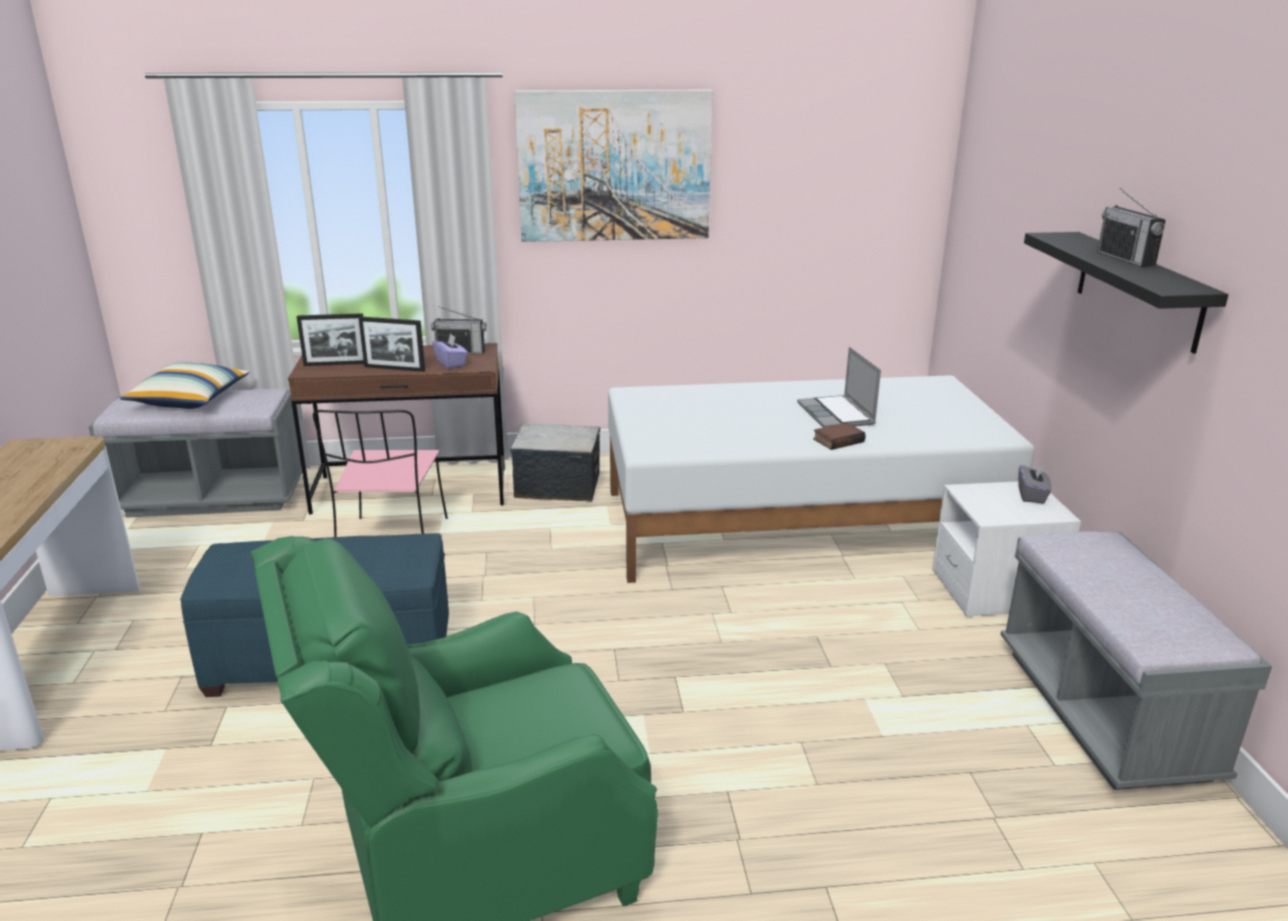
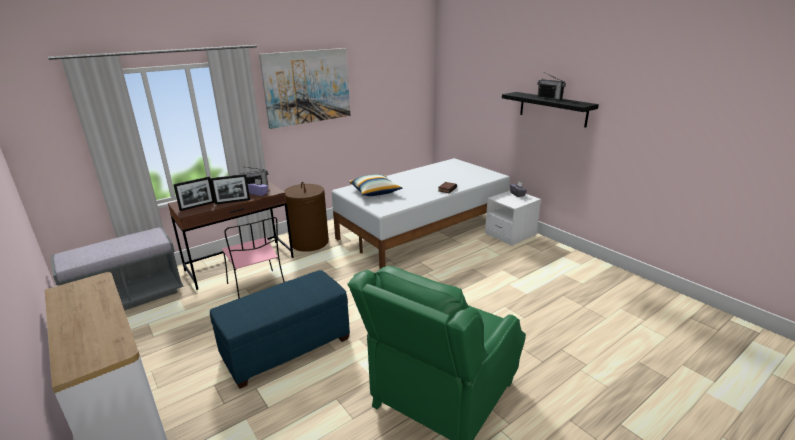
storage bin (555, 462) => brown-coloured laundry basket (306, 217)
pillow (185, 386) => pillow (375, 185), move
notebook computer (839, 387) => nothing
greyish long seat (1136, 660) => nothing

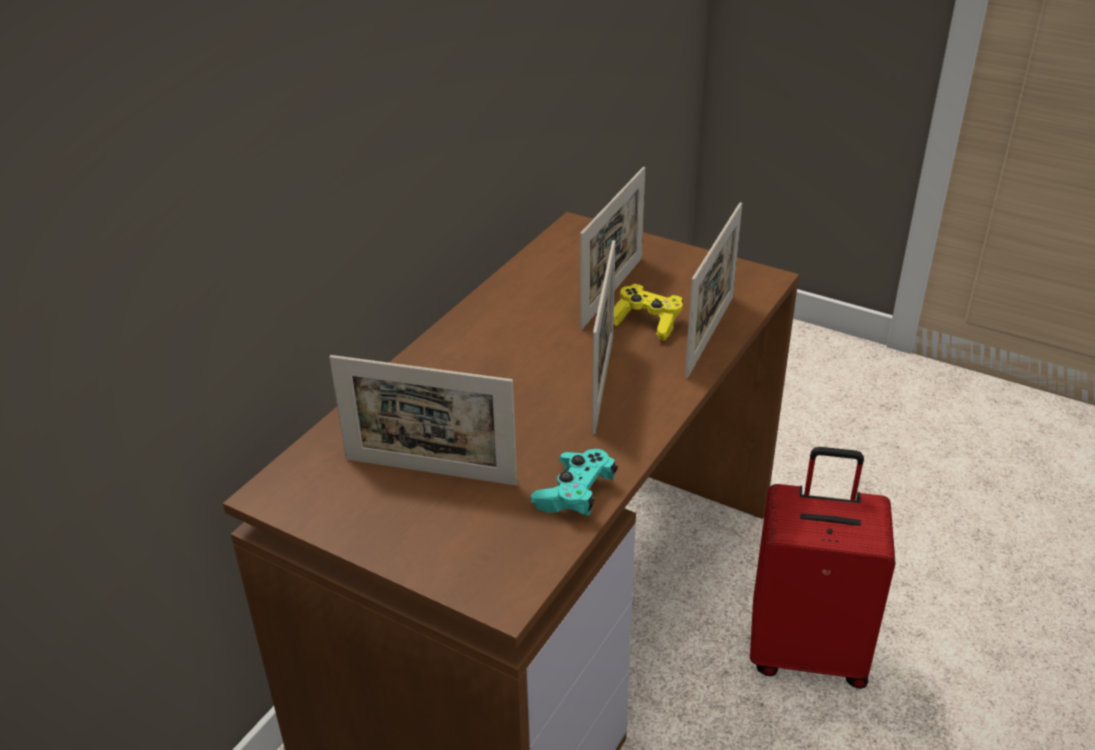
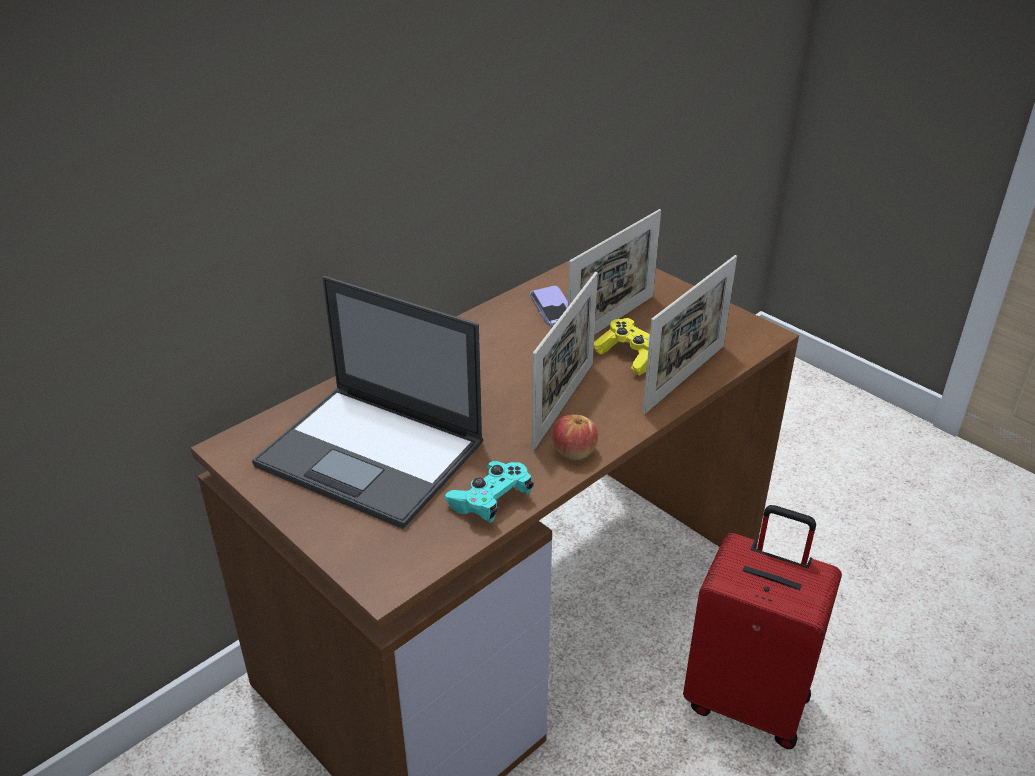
photo frame (423, 420) => notebook computer (367, 402)
nothing => phone (549, 306)
nothing => apple (575, 437)

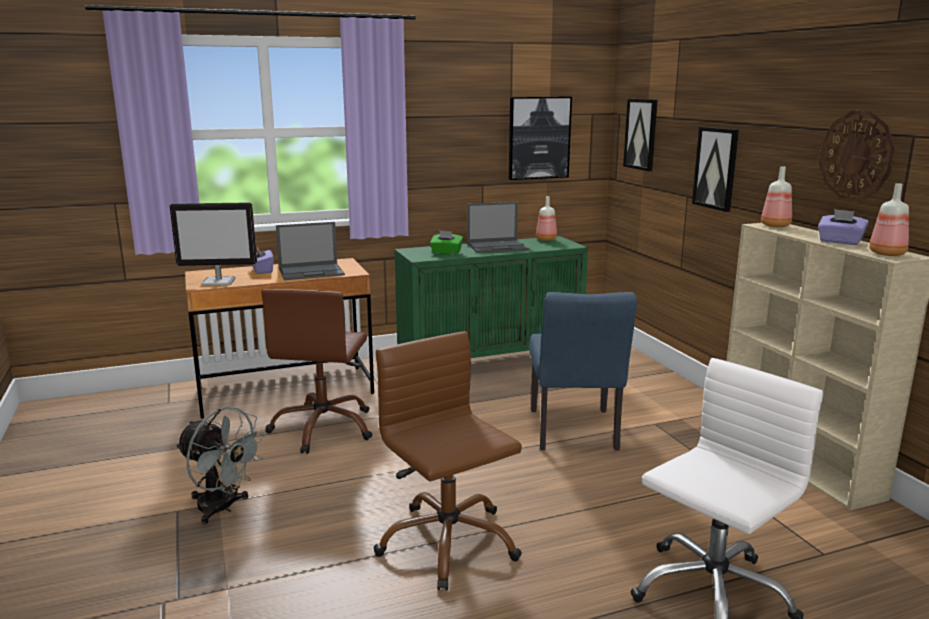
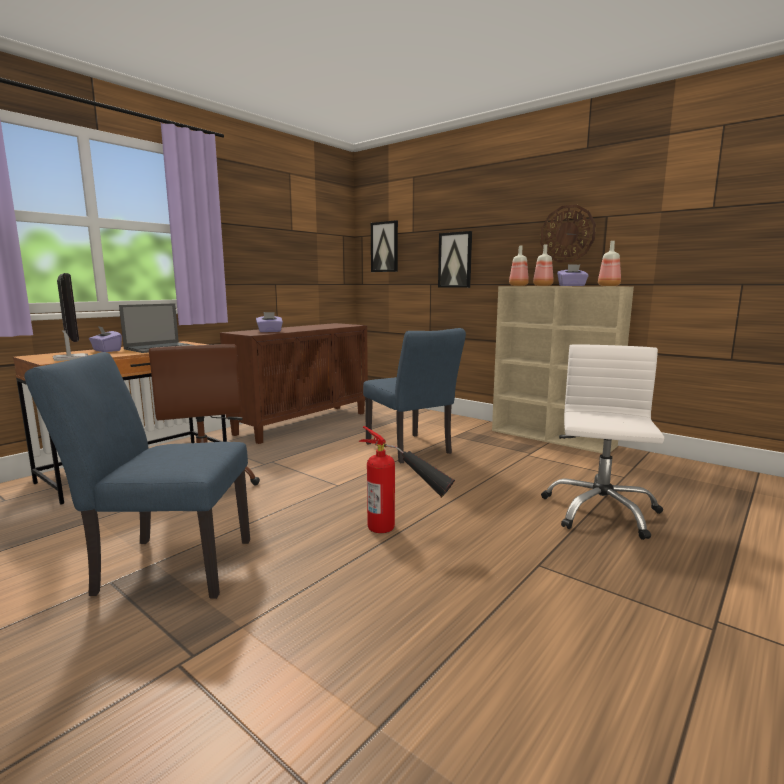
greyish cooling fan (221, 465) => blue upright chair (137, 475)
computer screen (213, 244) => computer screen (71, 317), 90 degrees counterclockwise
green cupboard (491, 297) => brown-coloured cupboard (294, 383)
green box of tissues (446, 242) => purple box of tissues (269, 322)
brown-coloured desk chair (448, 460) => fire extinguisher (407, 479)
bottle (546, 218) => bottle (543, 265), move
notebook computer (498, 227) => nothing
wall picture (540, 138) => nothing

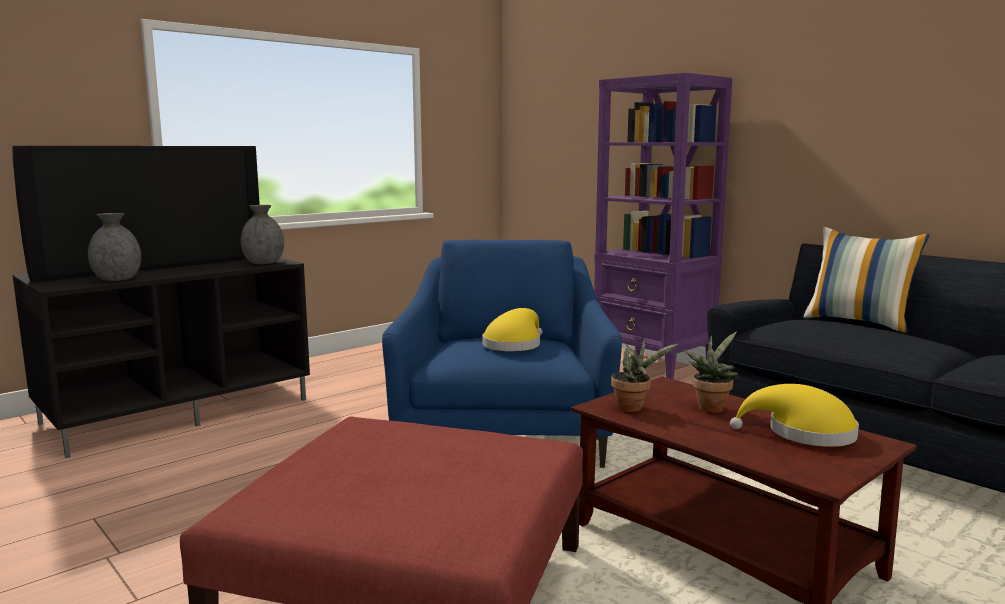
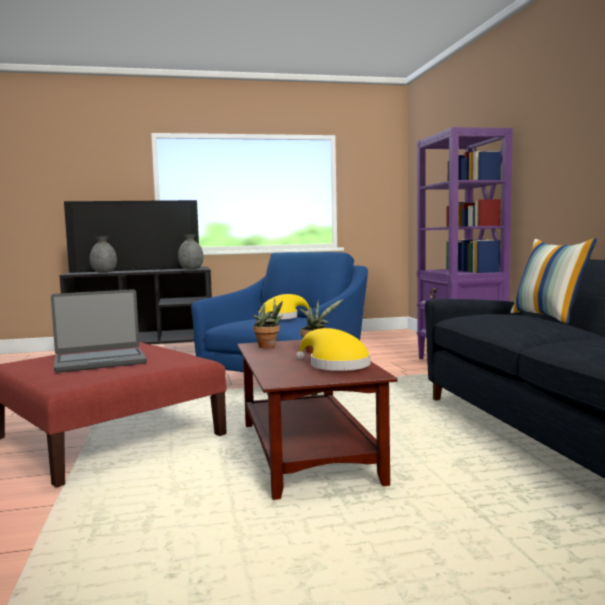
nothing => notebook computer (99, 331)

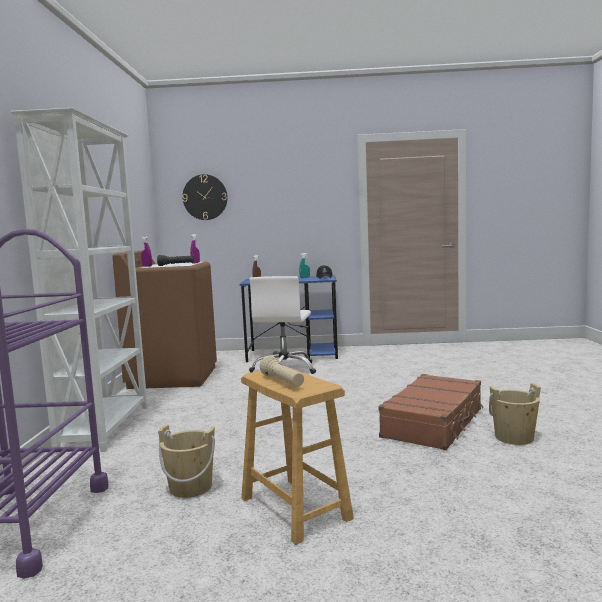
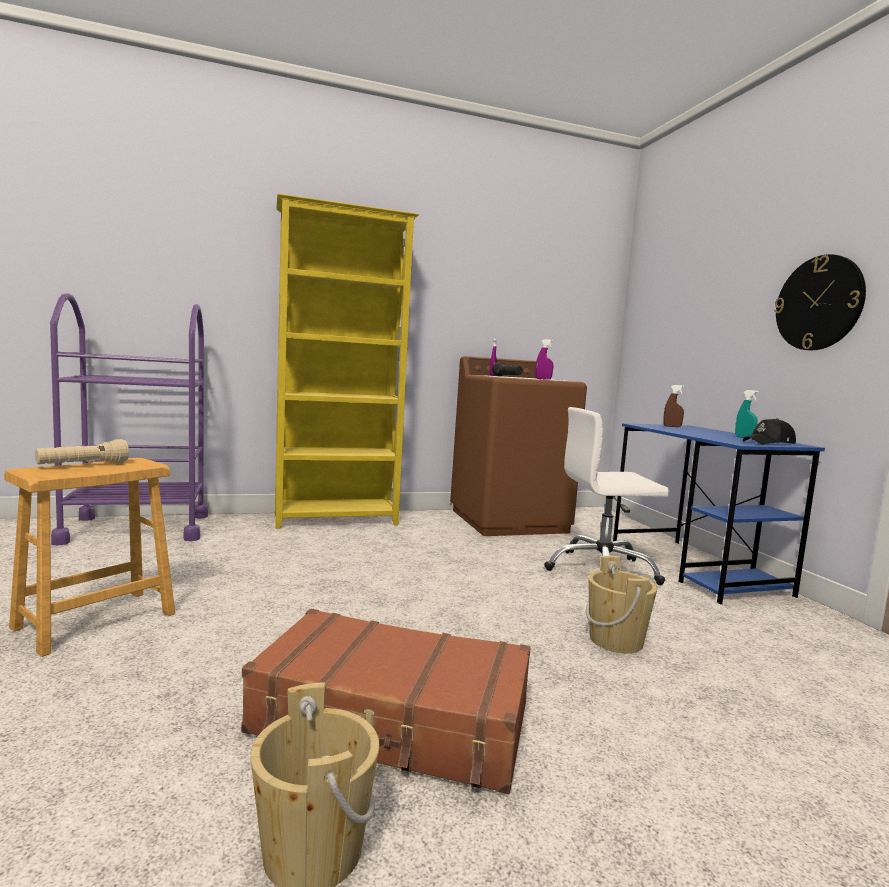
white-coloured bookcase (79, 280) => yellow-coloured bookcase (347, 361)
sand-coloured bucket (186, 461) => sand-coloured bucket (622, 604), move
hanging clock (205, 197) => hanging clock (820, 302), move

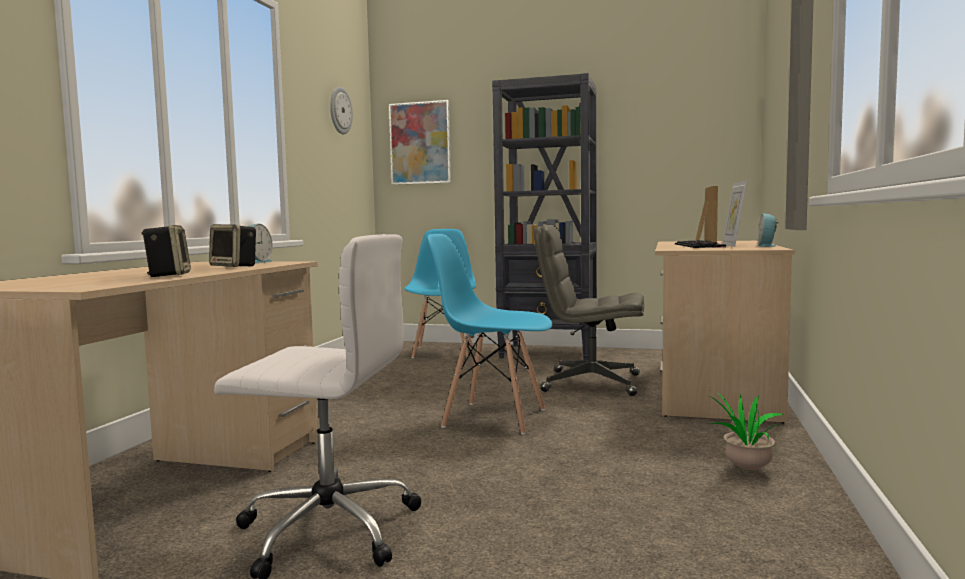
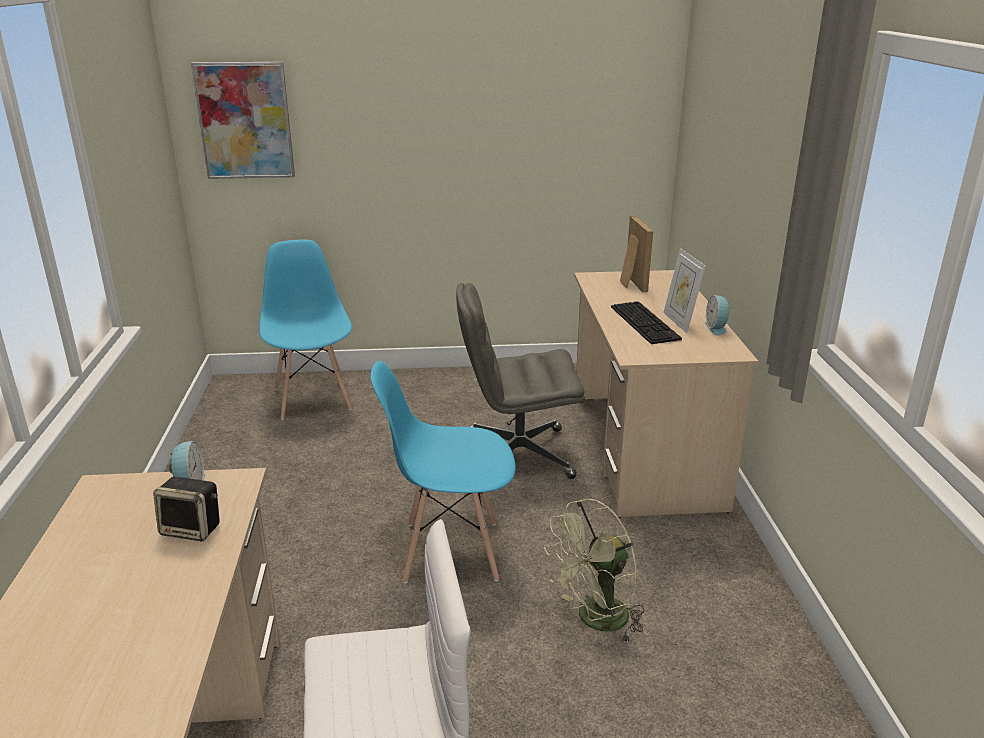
nothing => green cooling fan (594, 571)
audio speaker (166, 251) => nothing
hanging clock (341, 110) => nothing
black-coloured bookcase (544, 216) => nothing
houseplant (745, 431) => nothing

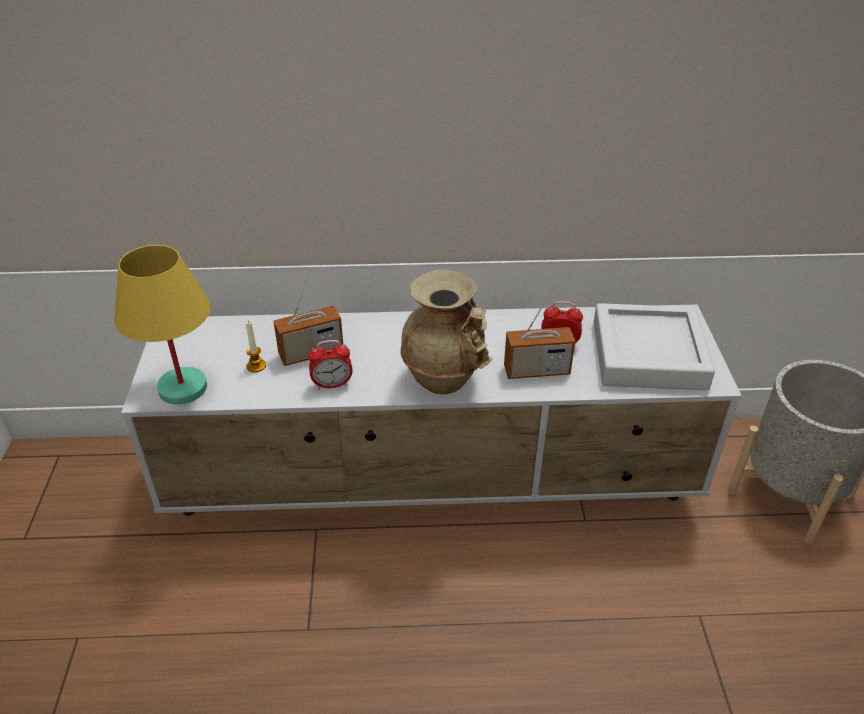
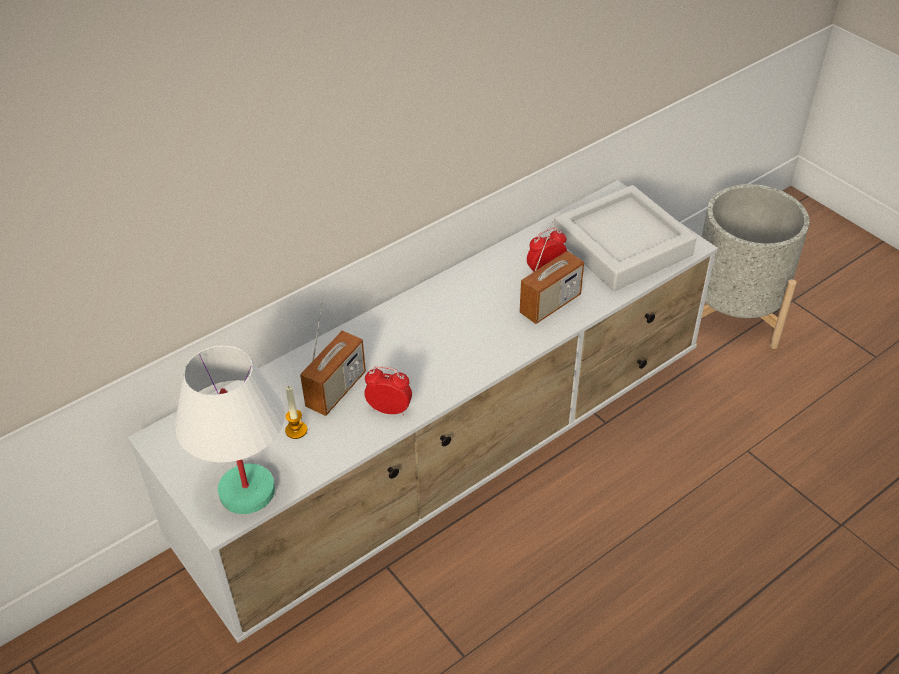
yellow-coloured tabletop lamp (162, 325) => white-coloured tabletop lamp (230, 429)
table clock (330, 364) => table clock (388, 391), 120 degrees counterclockwise
sand-coloured vase (446, 332) => nothing

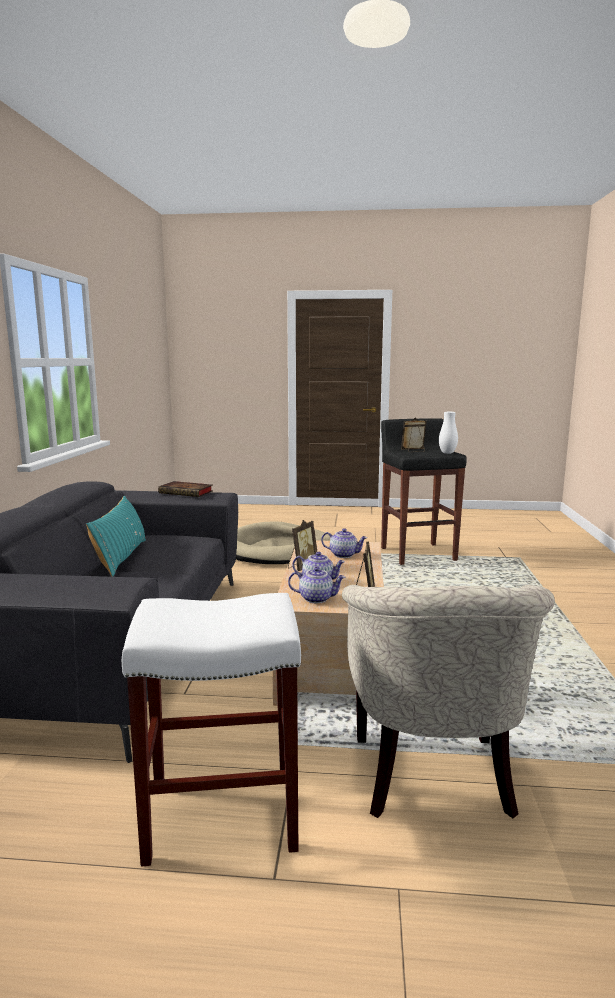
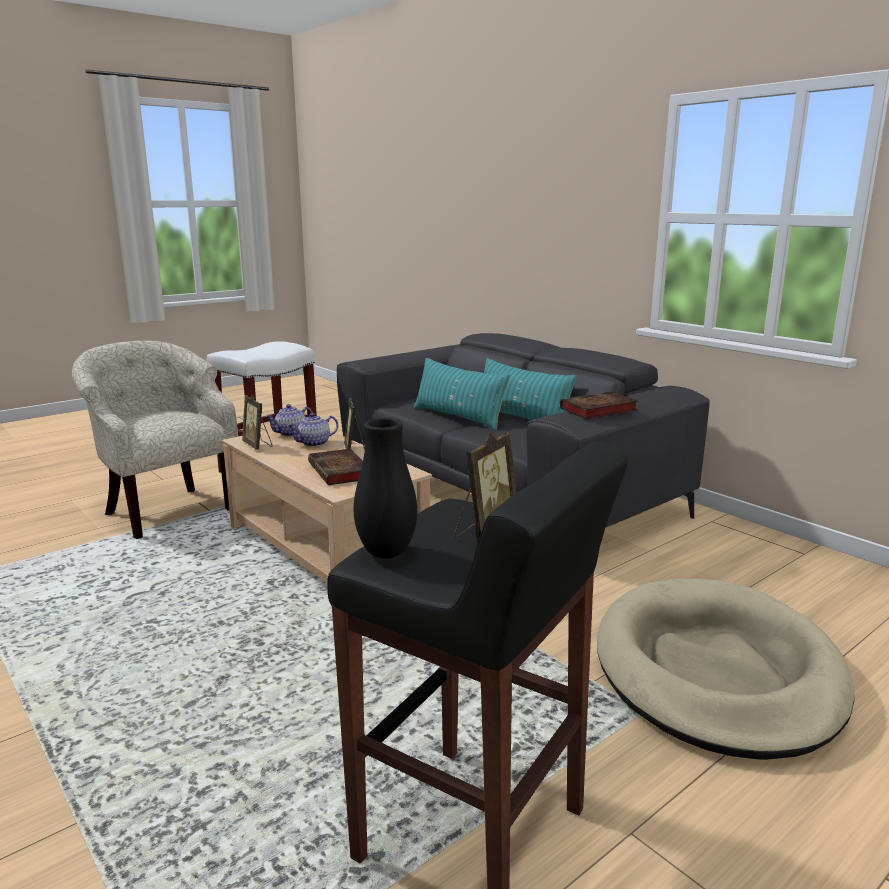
tea pot (344, 543) => volume (335, 467)
white-coloured vase (448, 433) => black-coloured vase (385, 488)
nothing => blue-green pillow (461, 394)

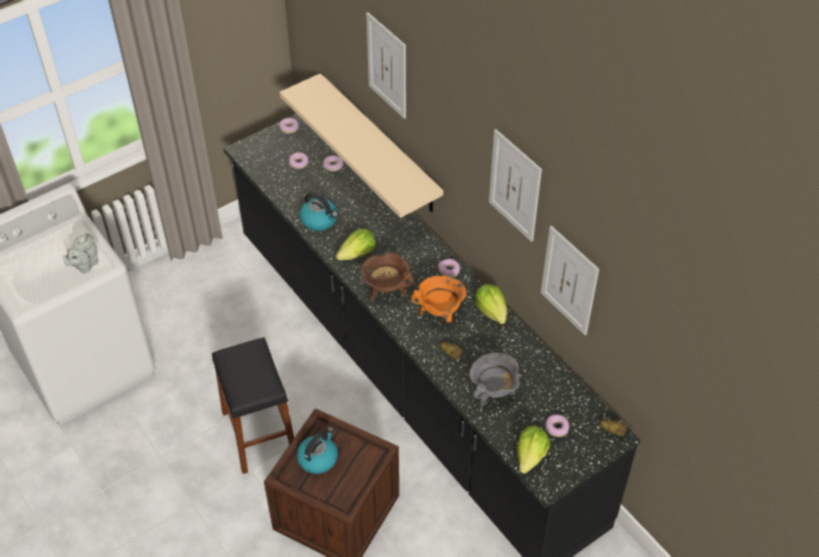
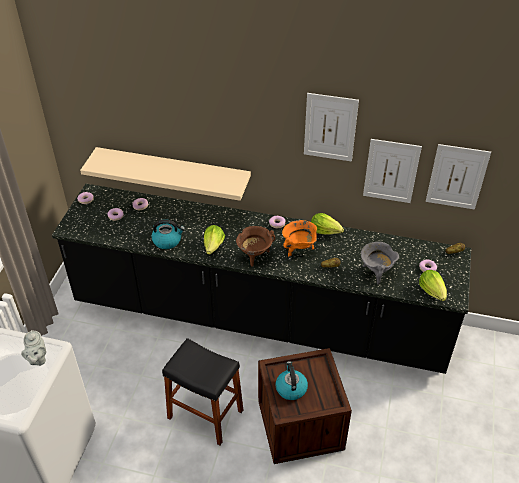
wall picture (386, 65) => wall picture (458, 176), move

